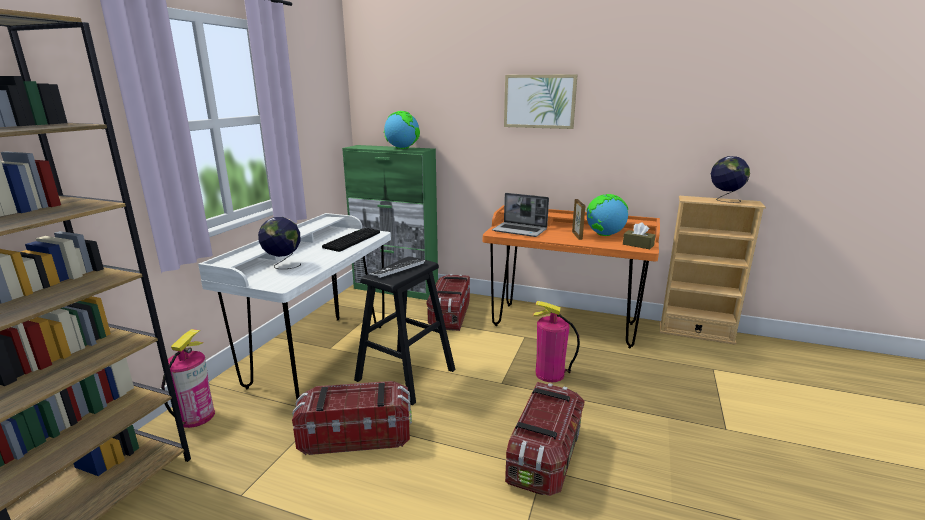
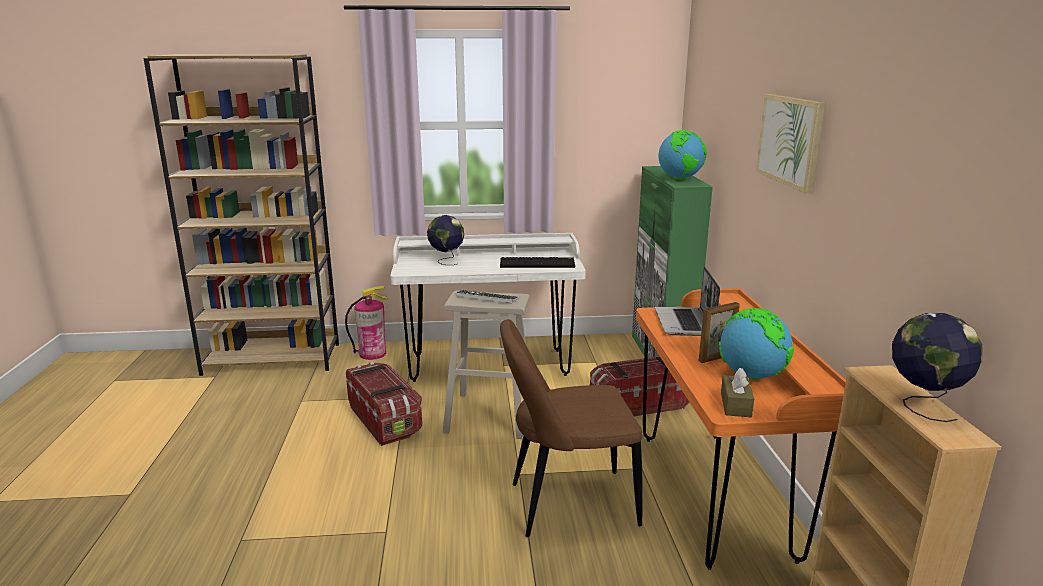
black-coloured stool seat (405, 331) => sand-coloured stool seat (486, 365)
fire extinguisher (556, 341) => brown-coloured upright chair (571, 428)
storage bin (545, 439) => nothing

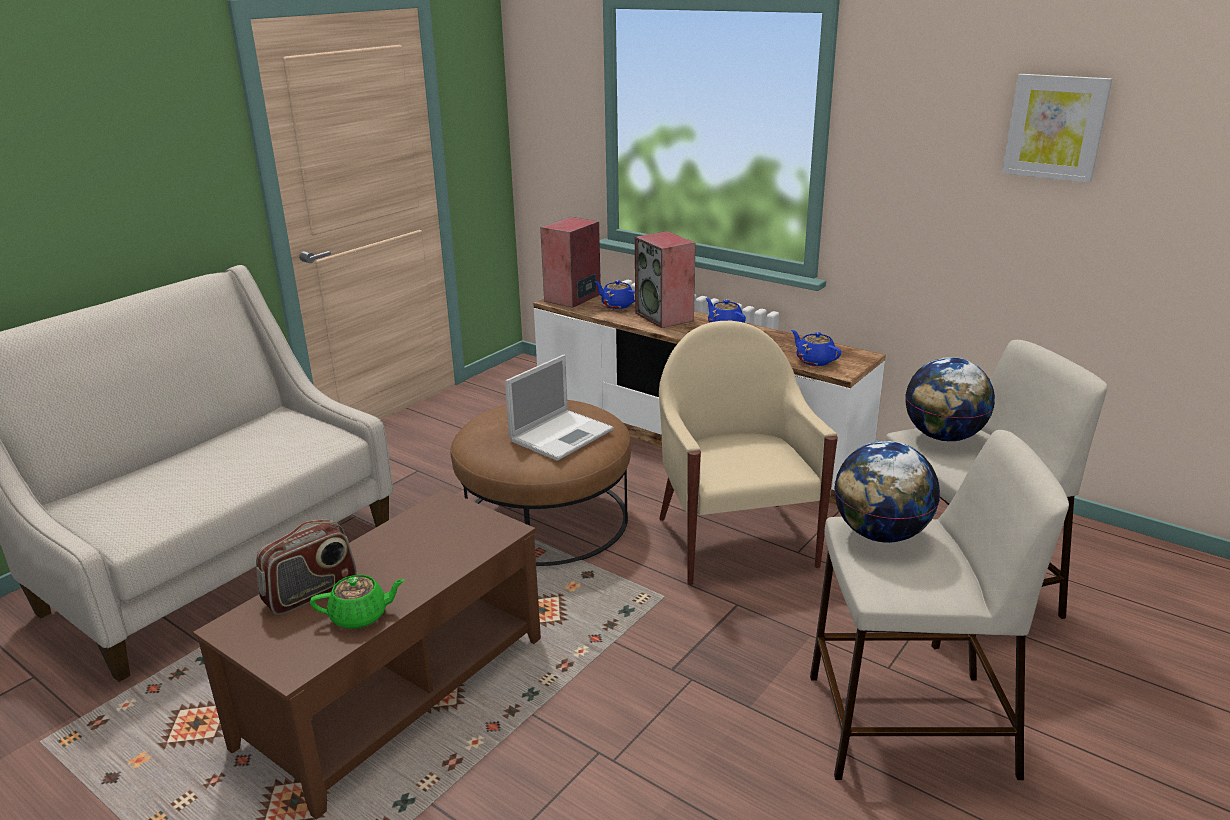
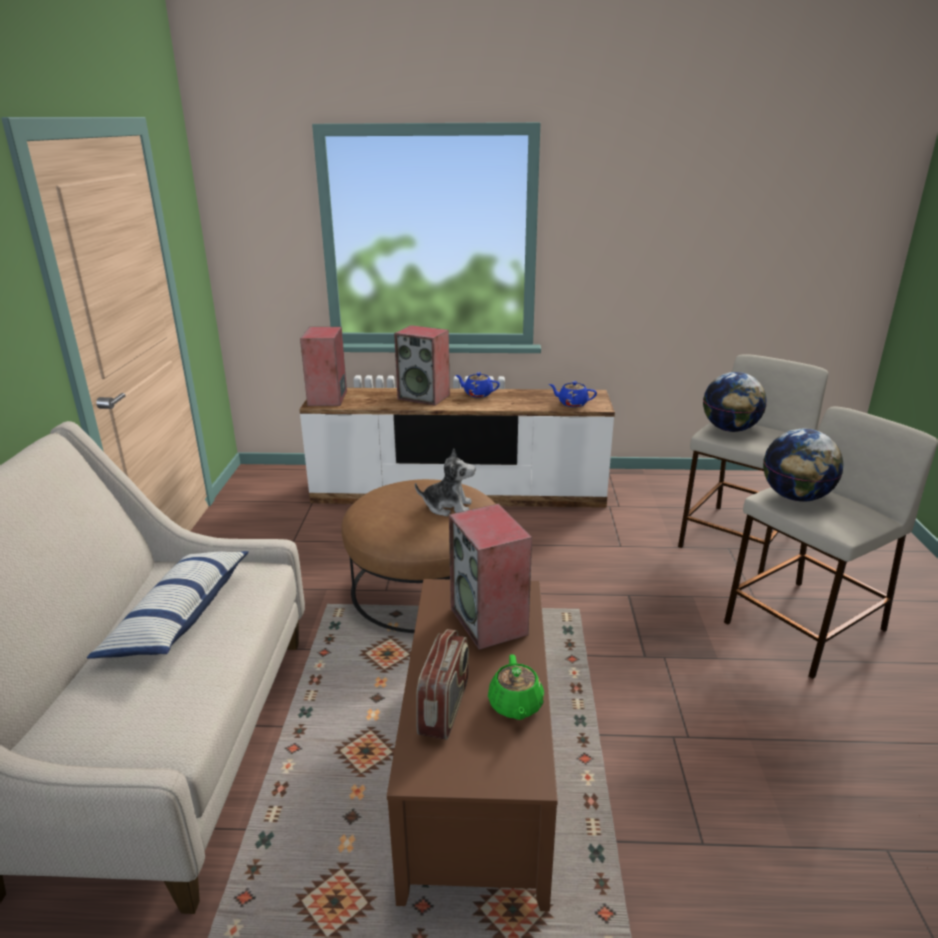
nothing => pillow (168, 605)
notebook computer (559, 408) => plush toy (445, 482)
nothing => audio speaker (490, 577)
green tea pot (357, 602) => green tea pot (516, 687), 135 degrees clockwise
blue tea pot (614, 294) => nothing
sand-coloured armchair (748, 453) => nothing
wall picture (1057, 128) => nothing

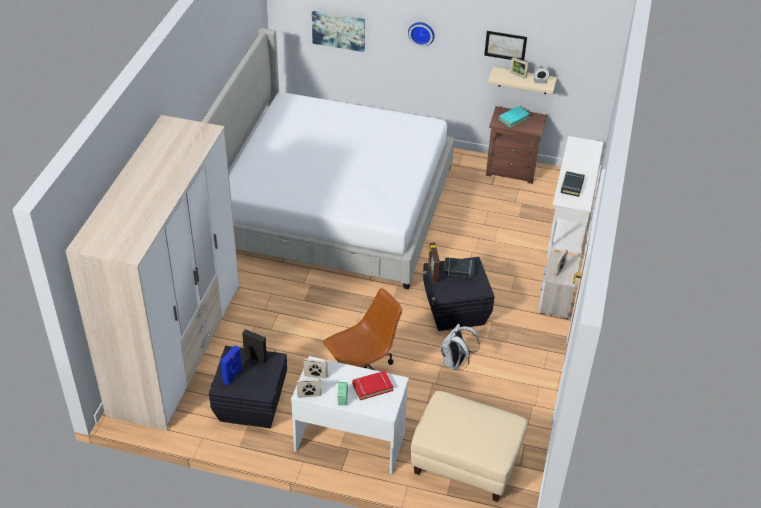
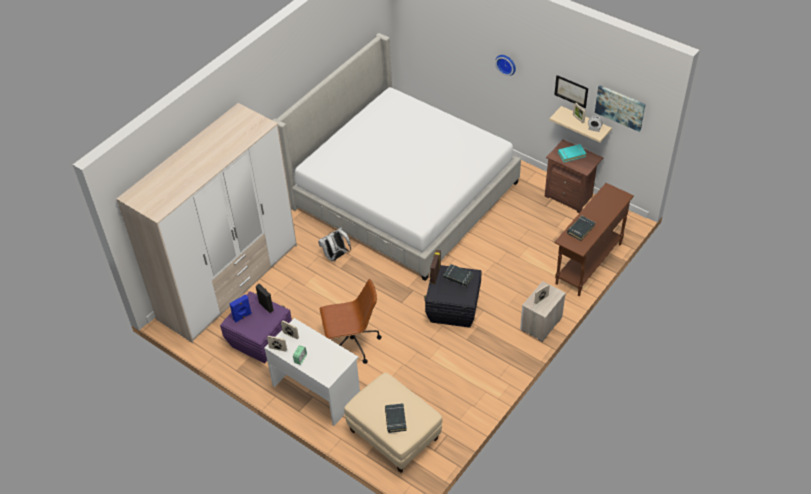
black-coloured storage bin (248, 387) => purple storage bin (256, 327)
white-coloured backpack (460, 347) => white-coloured backpack (334, 244), move
nothing => black-coloured volume (396, 418)
white-coloured narrow table (575, 197) => brown-coloured narrow table (594, 239)
wall picture (338, 31) => wall picture (620, 108), move
red-coloured volume (372, 385) => nothing

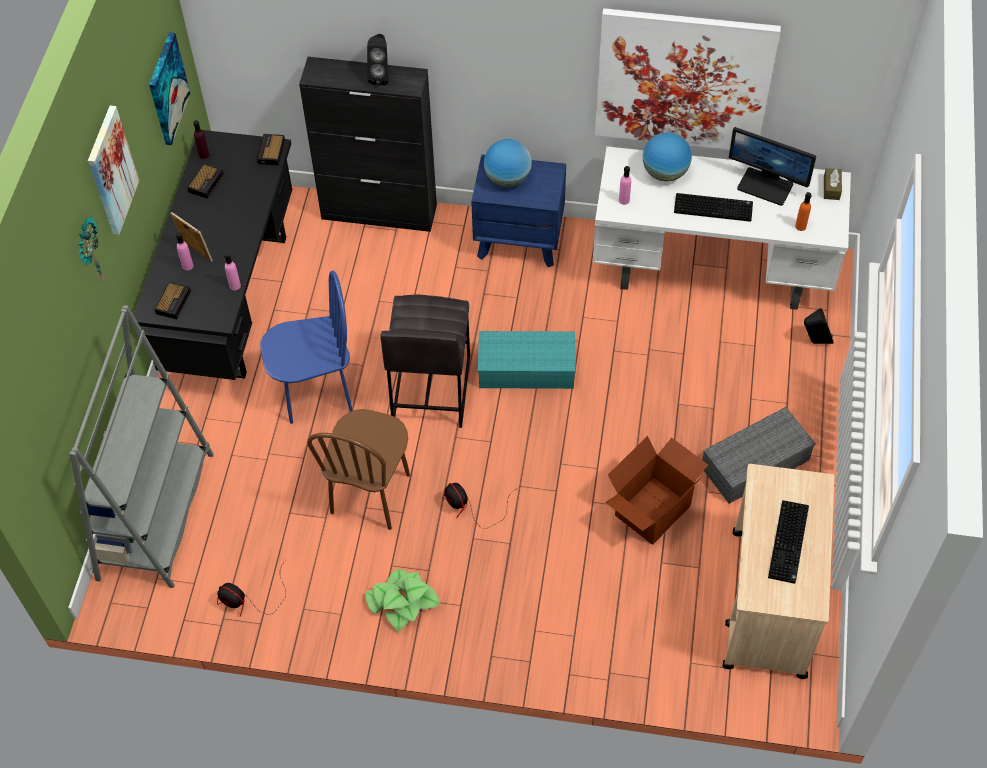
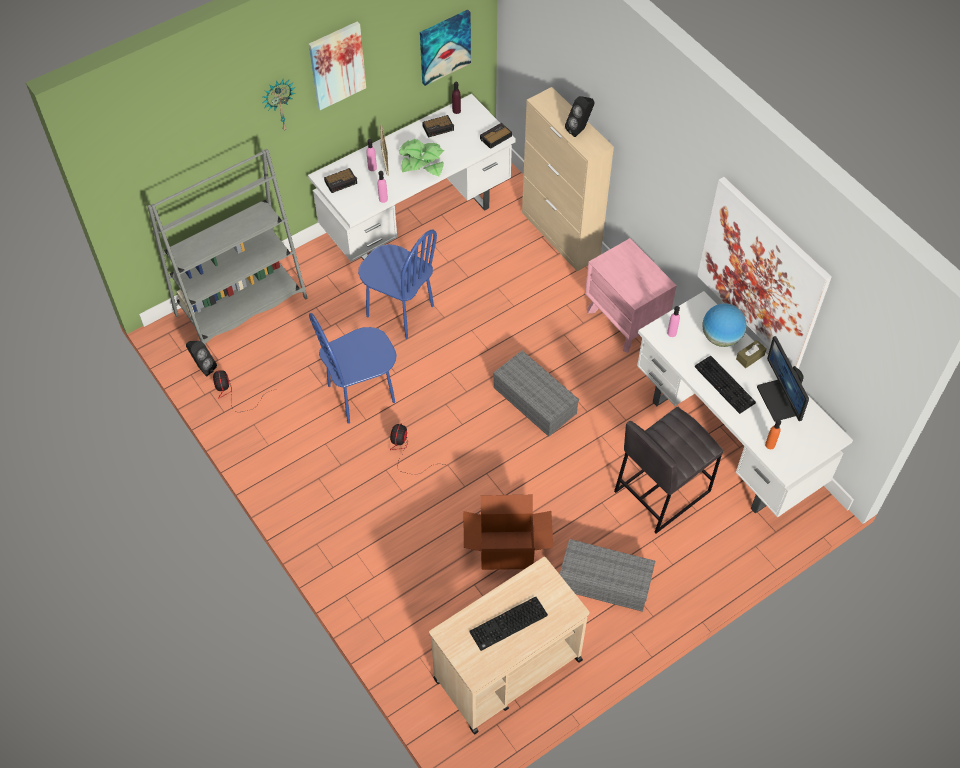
black-coloured audio speaker (819, 326) => black-coloured audio speaker (201, 358), move
black-coloured desk (213, 255) => white-coloured desk (412, 178)
brown-coloured upright chair (358, 469) => blue upright chair (353, 368)
houseplant (402, 600) => houseplant (421, 157), move
blue-green storage bin (527, 360) => greyish storage bin (536, 394)
black-coloured cupboard (368, 144) => sand-coloured cupboard (568, 179)
blue night table (518, 211) => pinkish night table (631, 295)
greyish stool seat (425, 361) => greyish stool seat (668, 470), move
brown-coloured box of tissues (833, 184) => brown-coloured box of tissues (751, 354), move
world globe (508, 163) => nothing

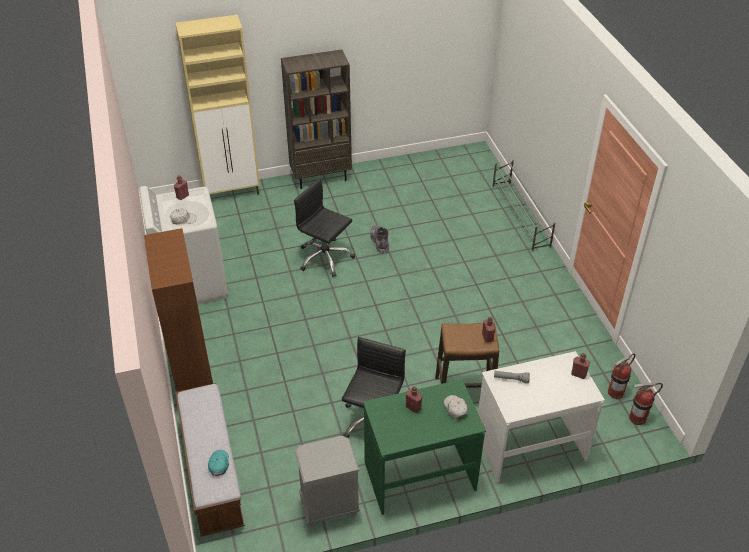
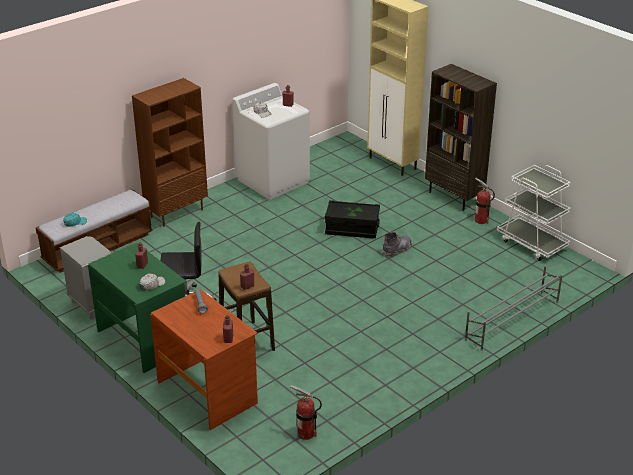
white-coloured desk (541, 417) => brown-coloured desk (204, 359)
black-coloured desk chair (324, 228) => black-coloured storage bin (352, 219)
fire extinguisher (646, 404) => fire extinguisher (485, 201), move
nothing => white-coloured trolley (534, 213)

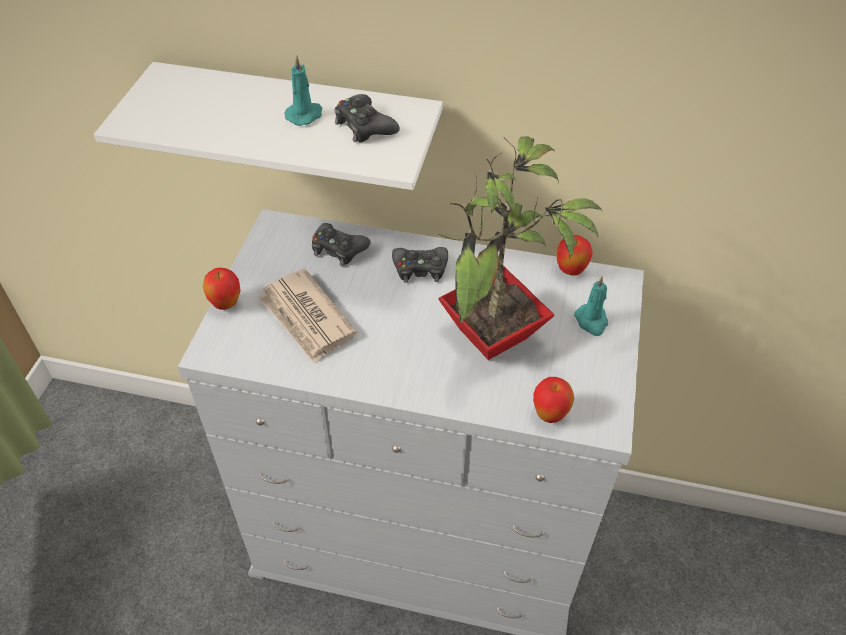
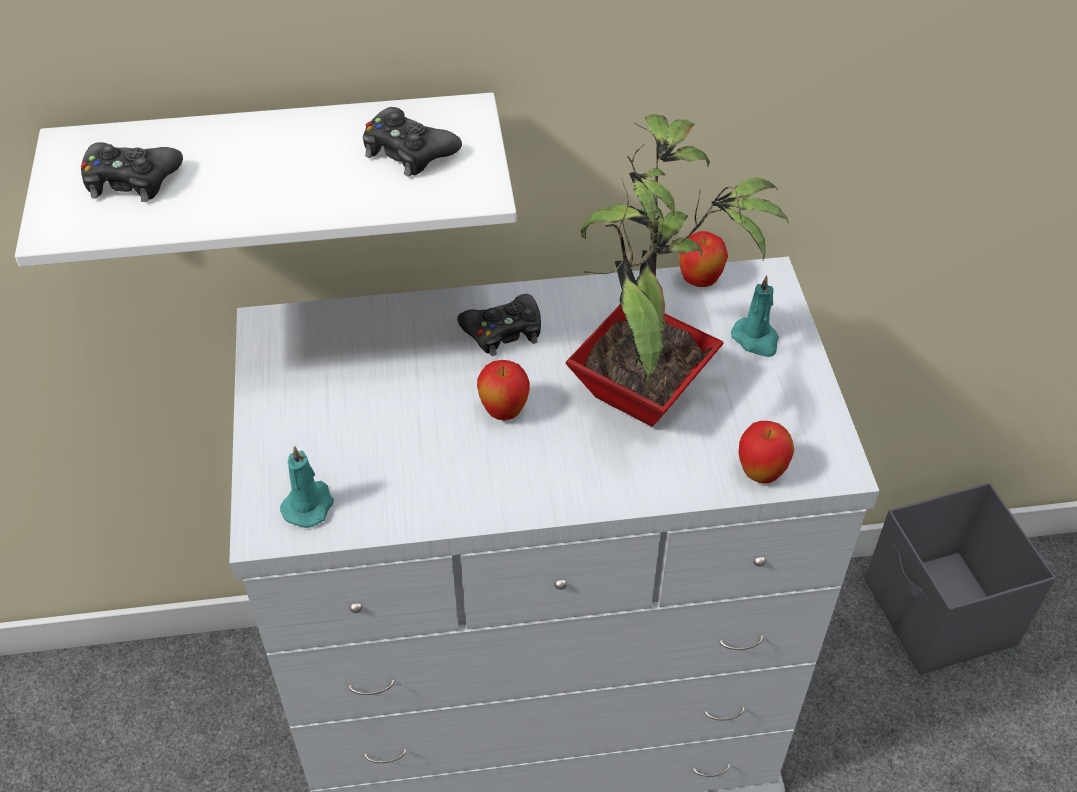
black-coloured joypad (341, 244) => black-coloured joypad (132, 172), move
blue-green wax light (303, 90) => blue-green wax light (307, 487), move
apple (222, 288) => apple (503, 390), move
nothing => greyish storage bin (960, 579)
daily paper (307, 316) => nothing

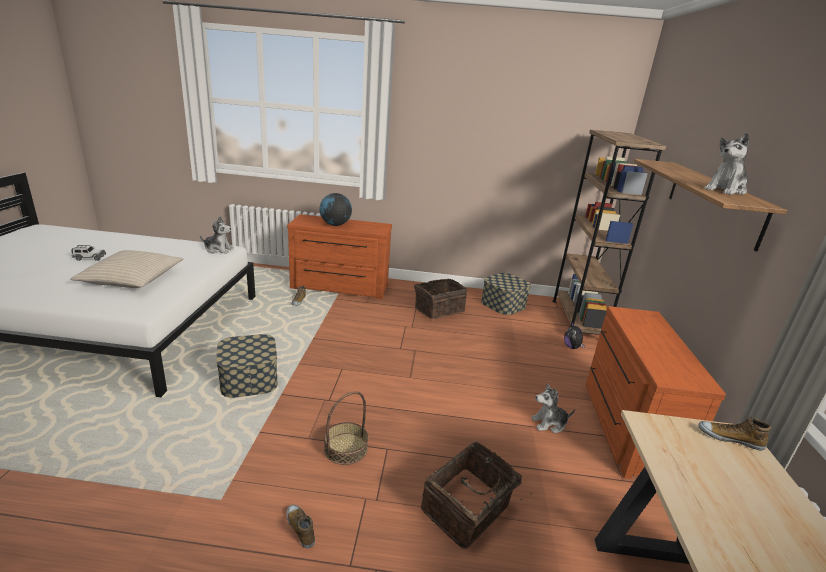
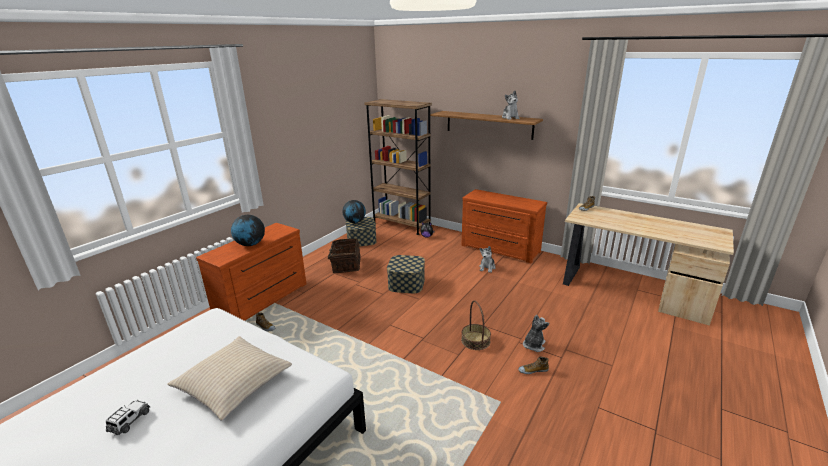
nothing => world globe (354, 211)
storage bin (247, 366) => storage bin (406, 274), move
plush toy (217, 235) => plush toy (536, 333), move
basket (476, 495) => nothing

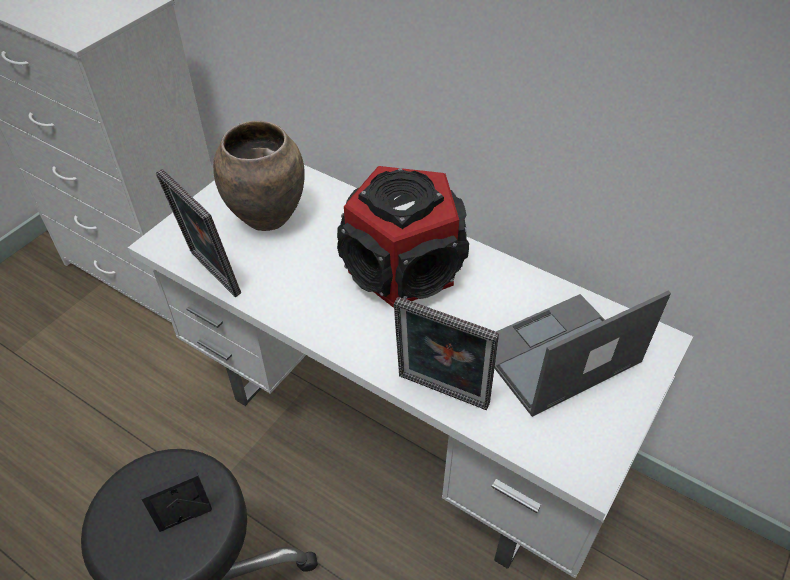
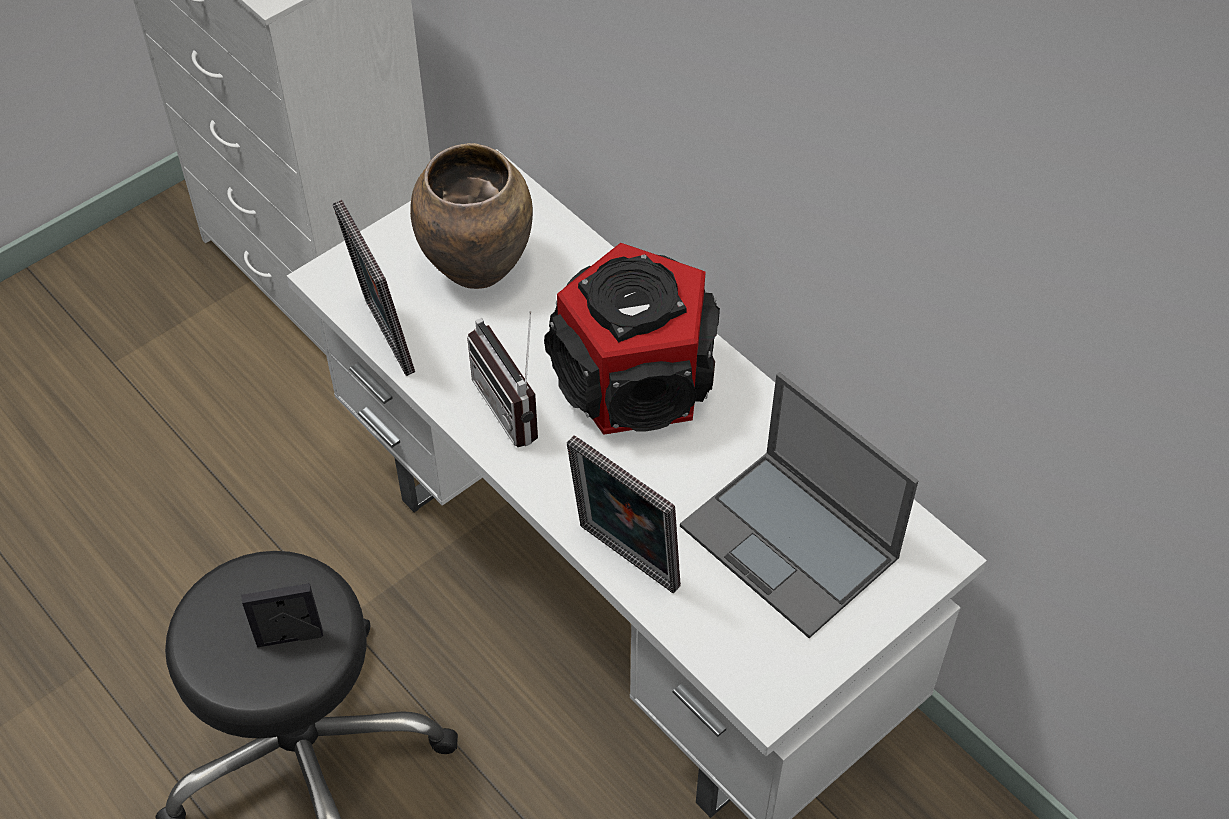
nothing => radio set (502, 379)
notebook computer (582, 354) => notebook computer (799, 505), 120 degrees counterclockwise

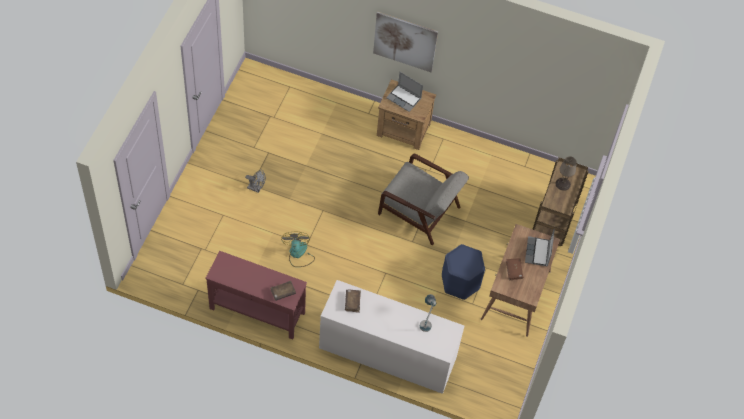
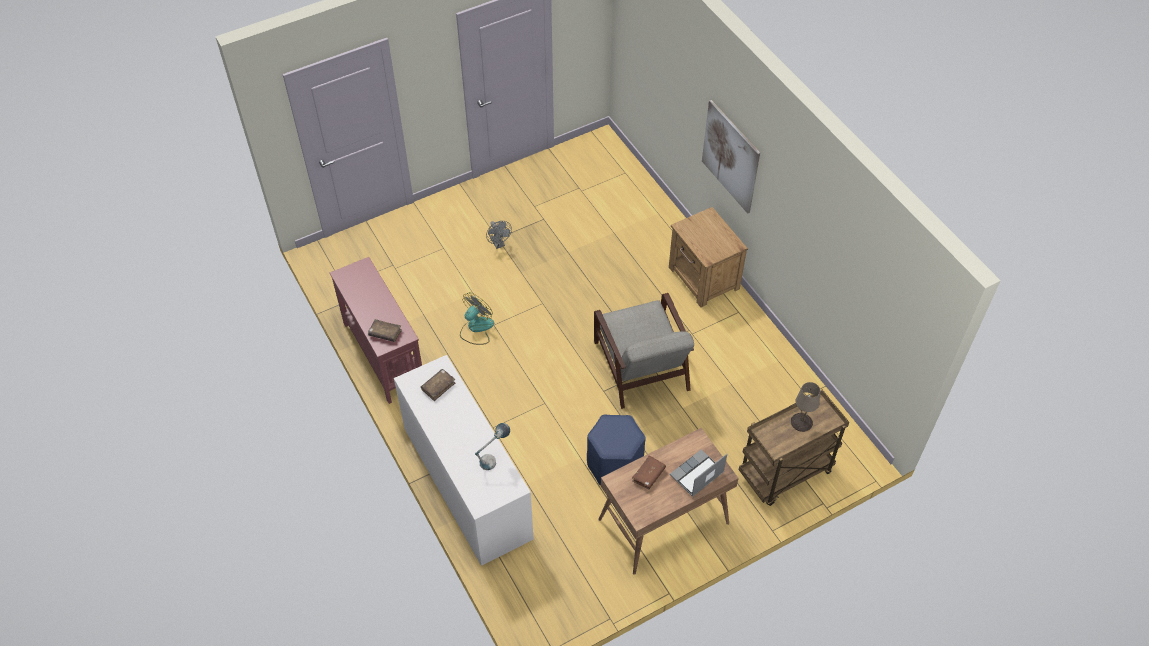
notebook computer (404, 92) => nothing

